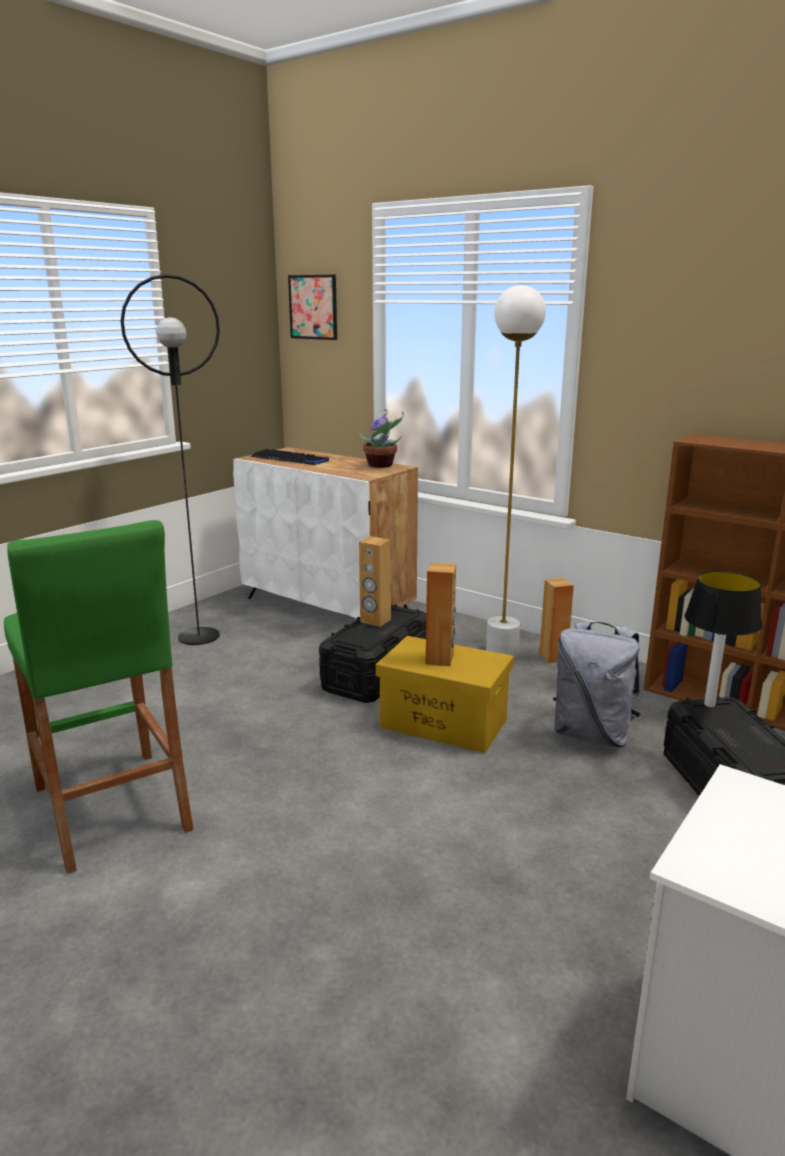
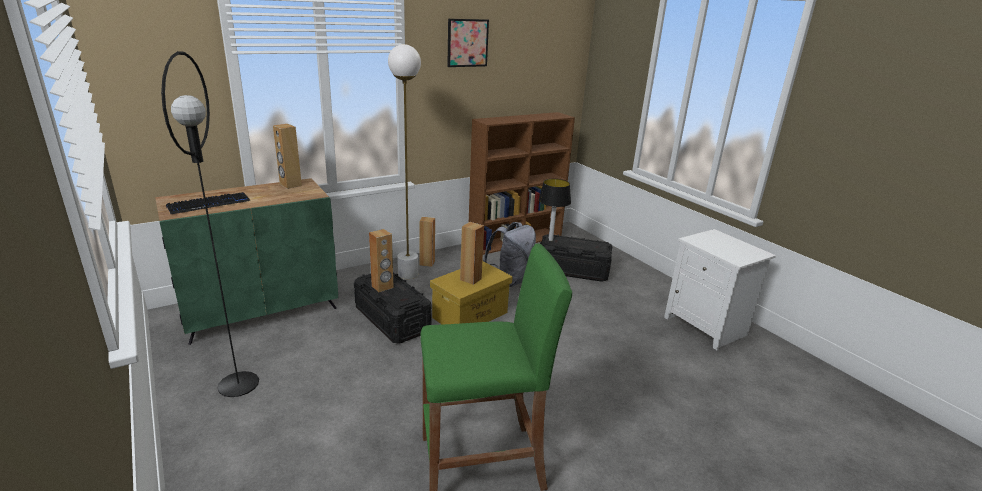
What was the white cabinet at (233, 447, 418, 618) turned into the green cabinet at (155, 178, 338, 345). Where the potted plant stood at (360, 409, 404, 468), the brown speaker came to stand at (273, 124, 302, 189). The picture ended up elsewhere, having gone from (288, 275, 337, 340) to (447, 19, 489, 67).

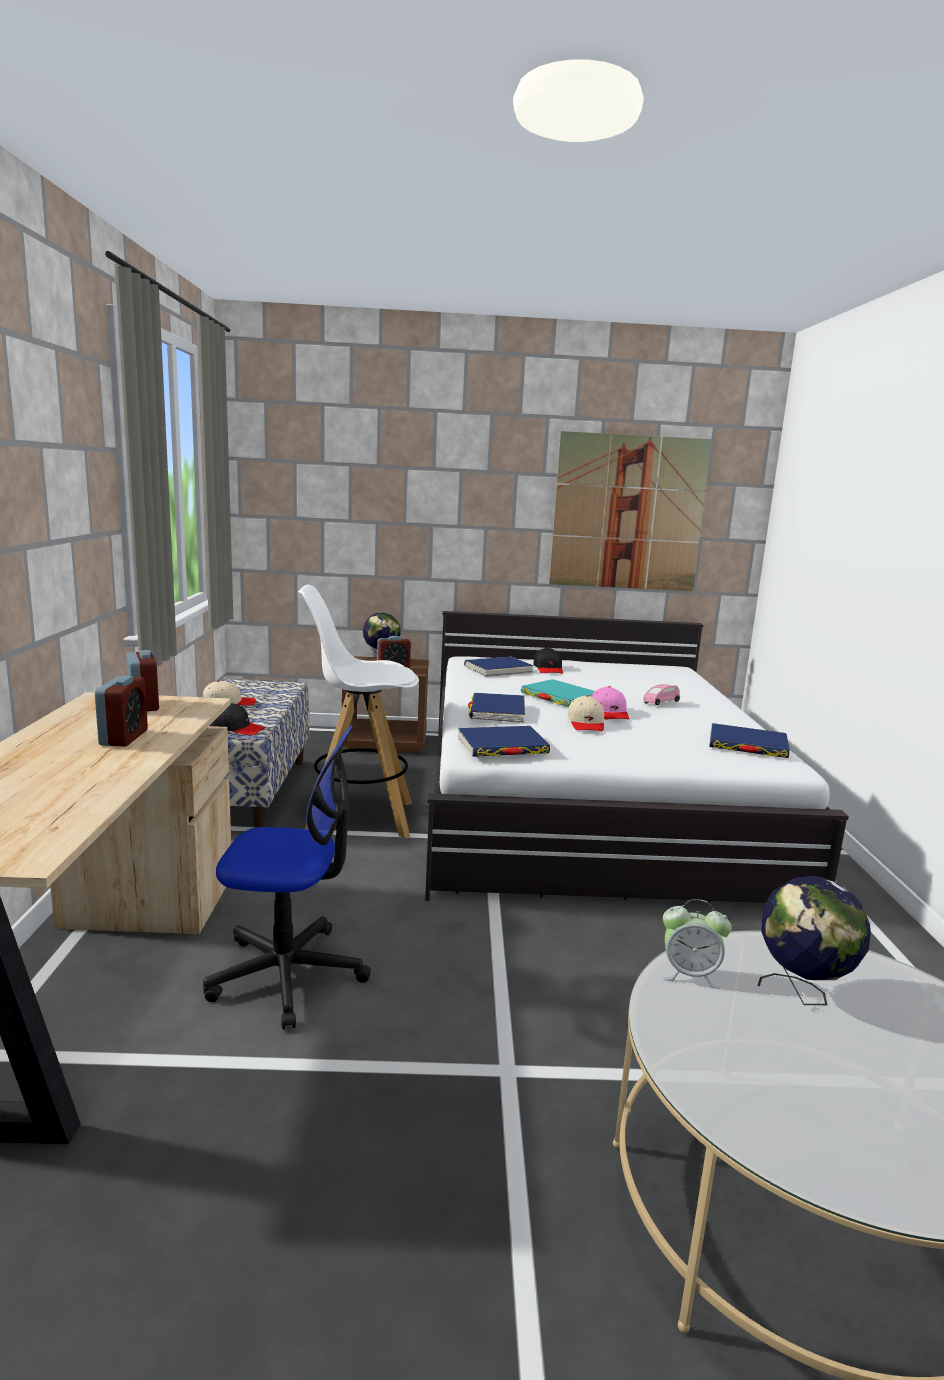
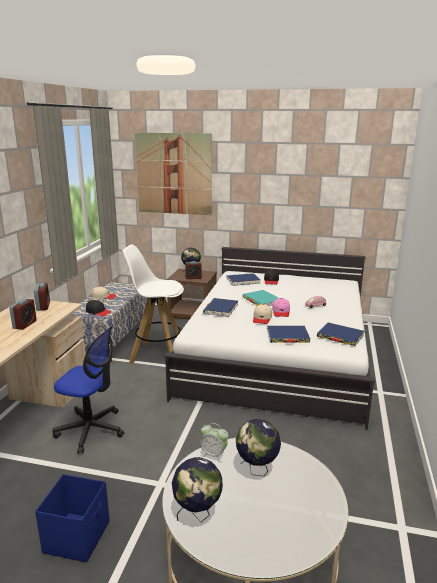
The second view gained the blue storage box at (35, 474, 110, 563). The picture ended up elsewhere, having gone from (549, 431, 712, 591) to (135, 133, 212, 215). The second view gained the globe at (172, 457, 223, 522). The blue book ended up elsewhere, having gone from (458, 726, 550, 757) to (267, 326, 310, 343).

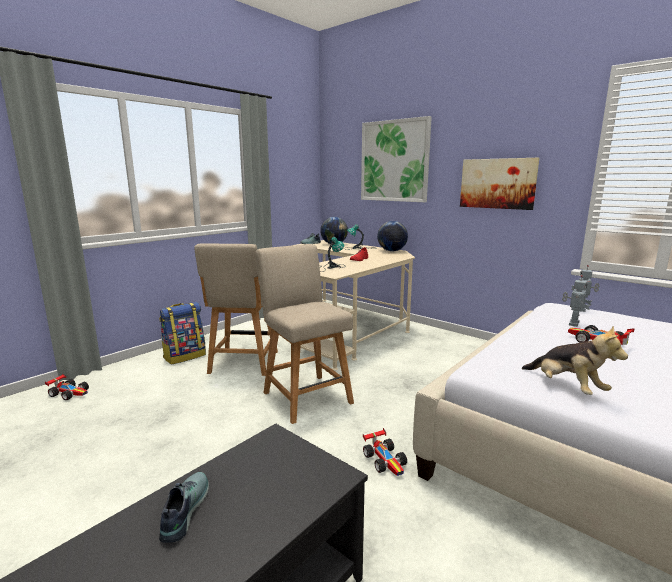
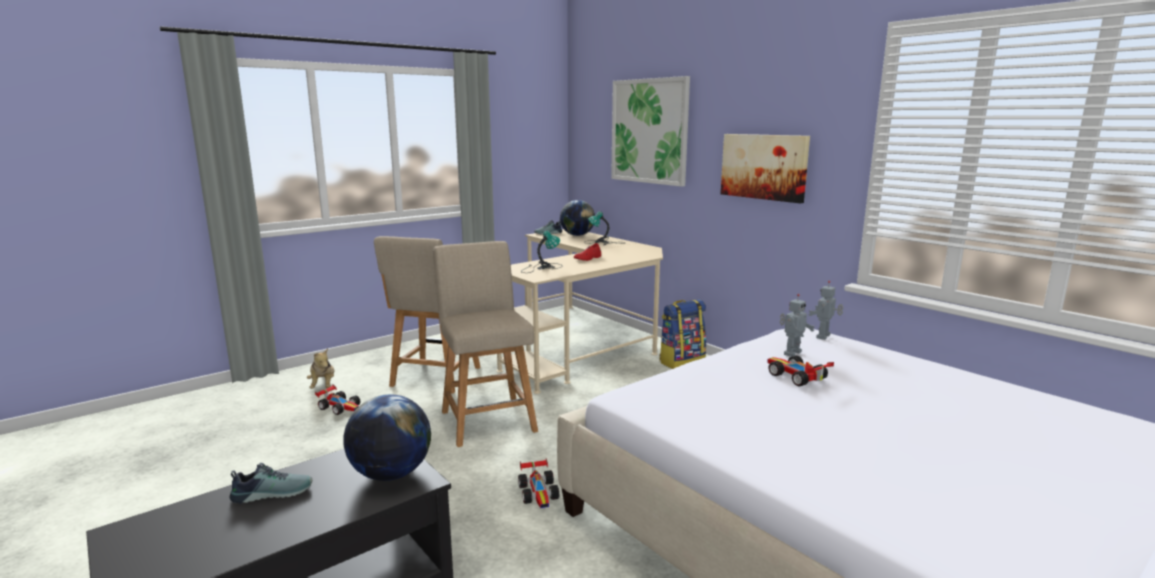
The shoe at (159, 472, 209, 543) ended up facing another way, 60 degrees clockwise from before. The plush toy ended up elsewhere, having gone from (522, 326, 628, 395) to (307, 348, 335, 389). The toy car ended up elsewhere, having gone from (45, 373, 89, 400) to (315, 384, 360, 415). The globe ended up elsewhere, having gone from (377, 221, 408, 251) to (343, 394, 431, 481). The backpack ended up elsewhere, having gone from (159, 302, 206, 365) to (659, 300, 706, 369).

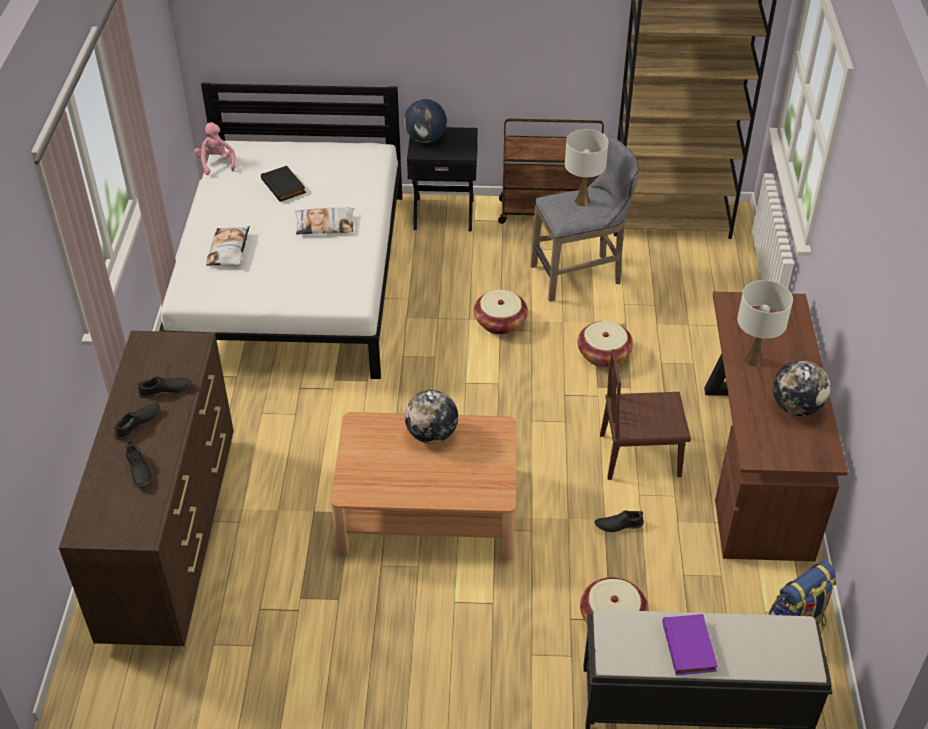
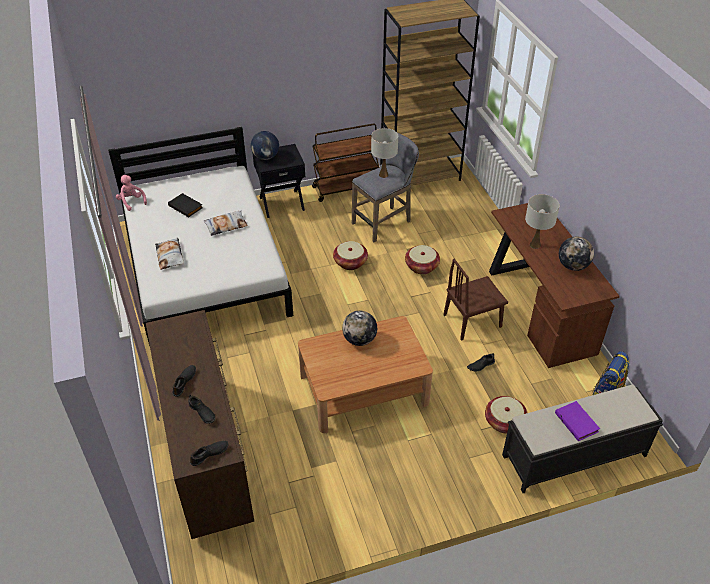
The black shoe ended up elsewhere, having gone from (138, 376, 192, 398) to (190, 441, 228, 466).

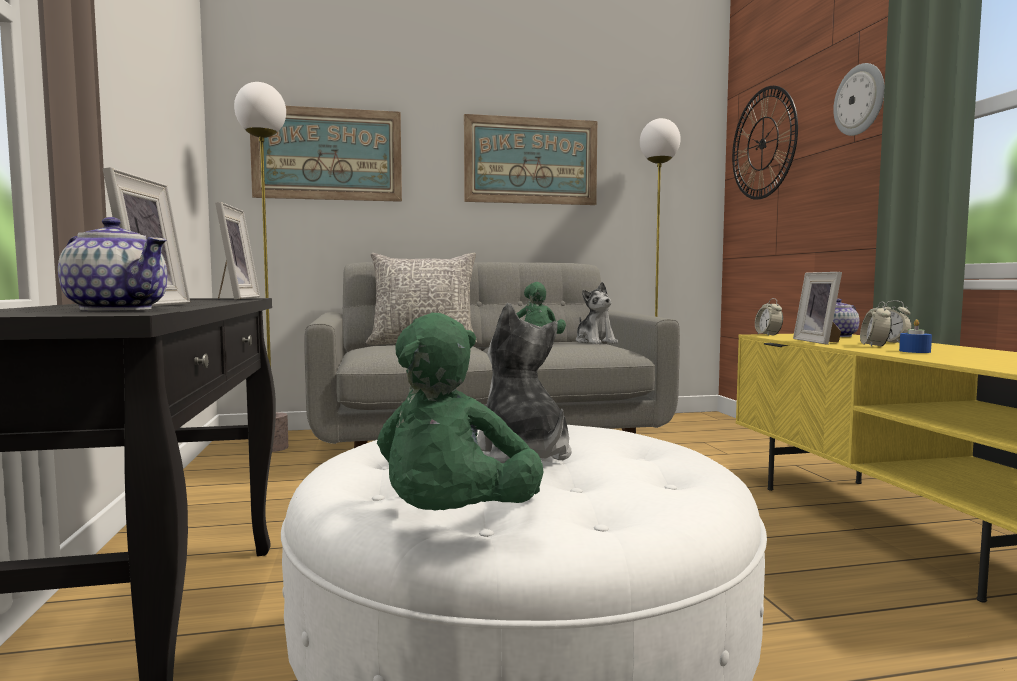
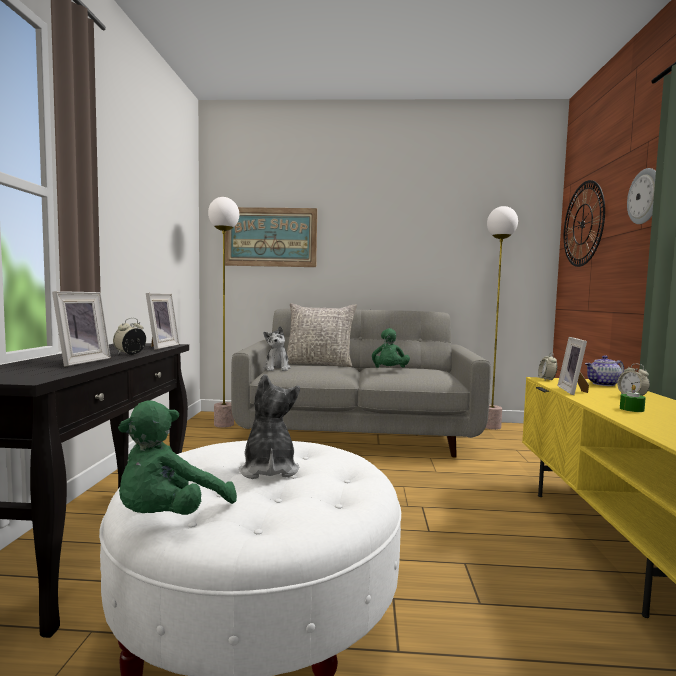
The alarm clock ended up elsewhere, having gone from (860, 302, 892, 347) to (113, 318, 146, 355). The plush toy ended up elsewhere, having gone from (576, 282, 618, 344) to (263, 326, 291, 371). What was the blue candle at (899, 319, 932, 353) turned into the green candle at (620, 385, 646, 412). The second view lost the teapot at (58, 217, 167, 311). The second view lost the picture at (464, 114, 597, 205).

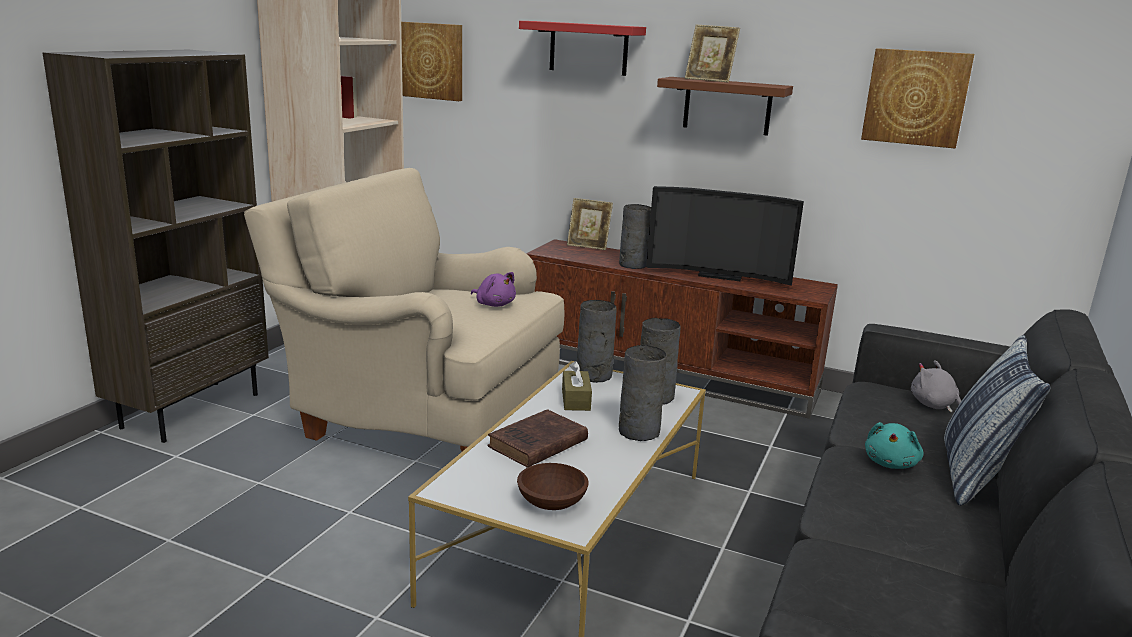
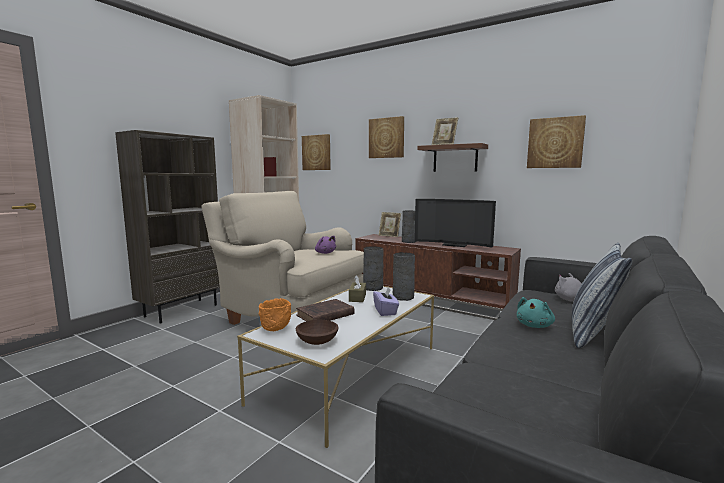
The second view gained the orange bowl at (259, 298, 291, 331). Where the red shelf hung at (519, 21, 646, 76), the picture came to hang at (369, 116, 404, 158). Where the grey vase stood at (619, 345, 667, 441), the purple tissue box came to stand at (373, 287, 399, 316).

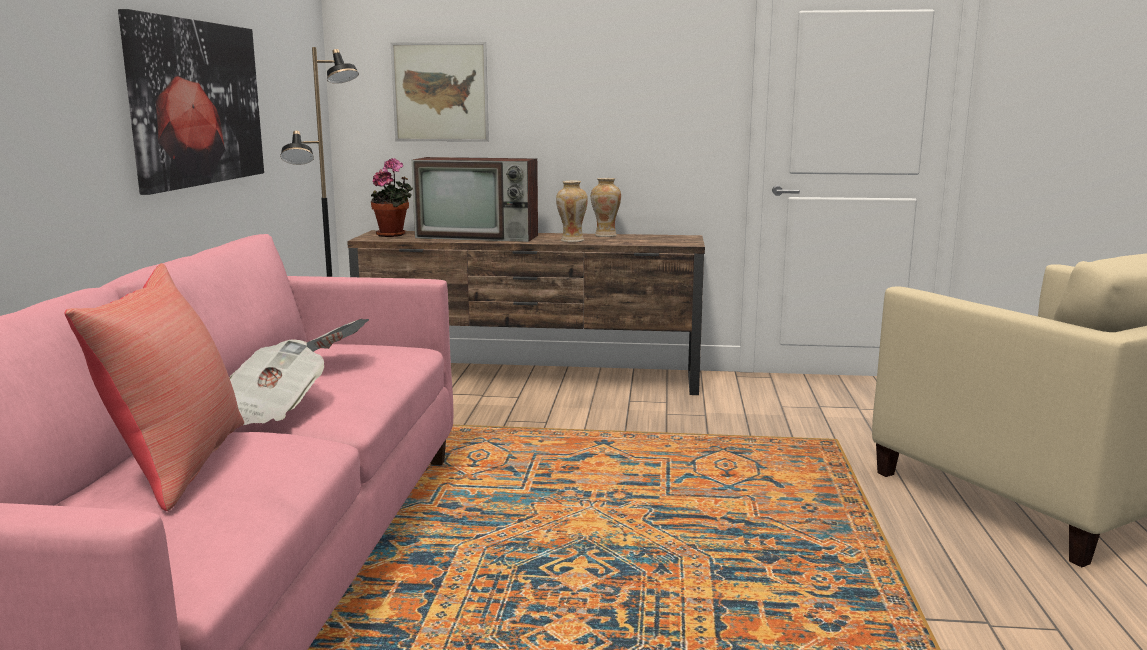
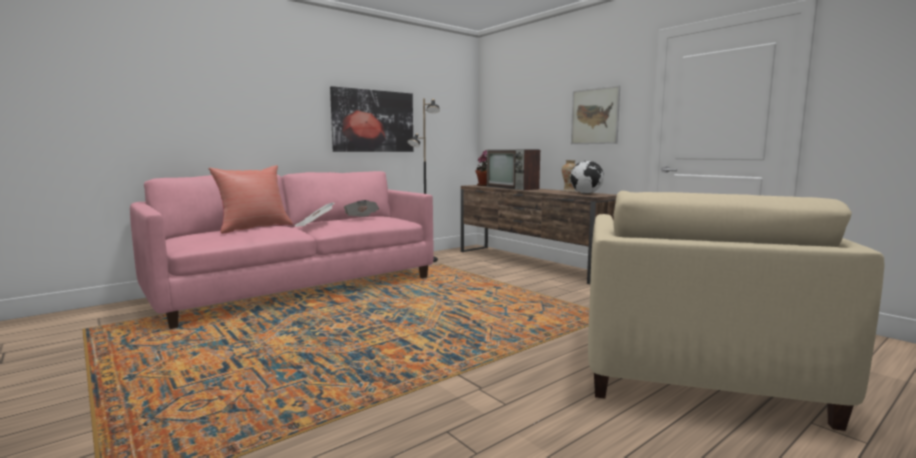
The second view gained the globe at (570, 161, 604, 194). The picture ended up elsewhere, having gone from (391, 42, 489, 142) to (571, 85, 620, 144). The second view lost the vase at (556, 181, 588, 243).

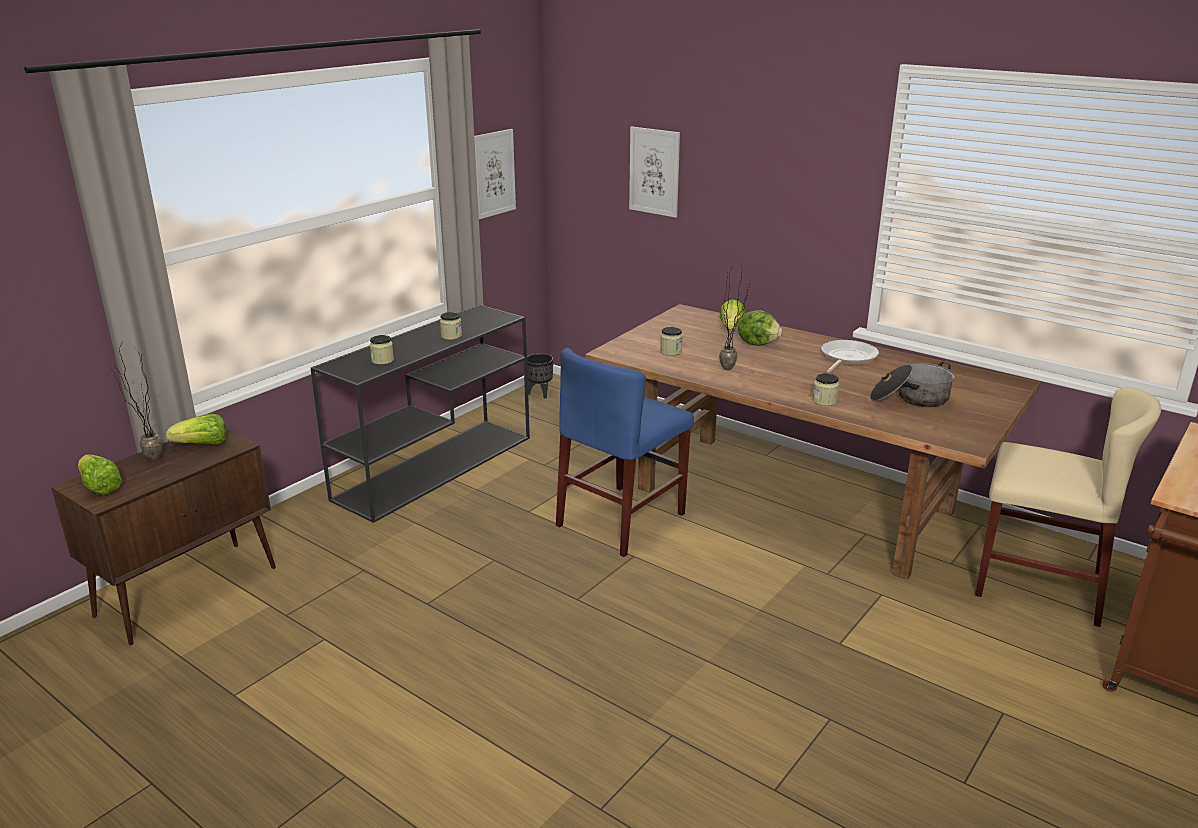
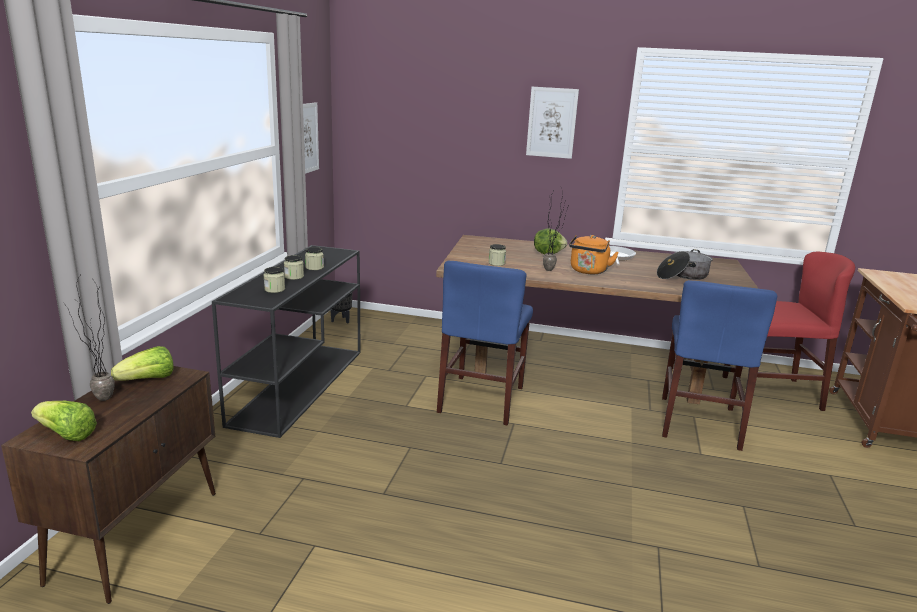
The jar ended up elsewhere, having gone from (812, 373, 839, 406) to (284, 255, 304, 280). The picture ended up elsewhere, having gone from (629, 127, 680, 218) to (526, 87, 579, 159). The second view gained the orange kettle at (569, 235, 619, 274). The second view gained the blue chair at (662, 280, 777, 451). What was the beige chair at (975, 387, 1161, 627) turned into the red chair at (722, 251, 855, 411). The second view lost the lettuce at (720, 299, 745, 330).

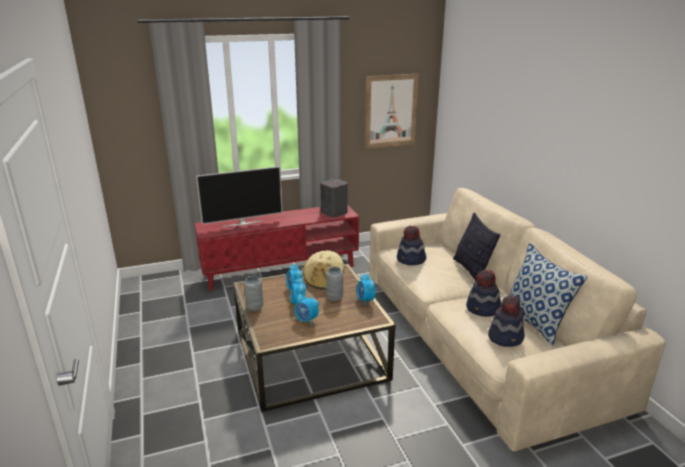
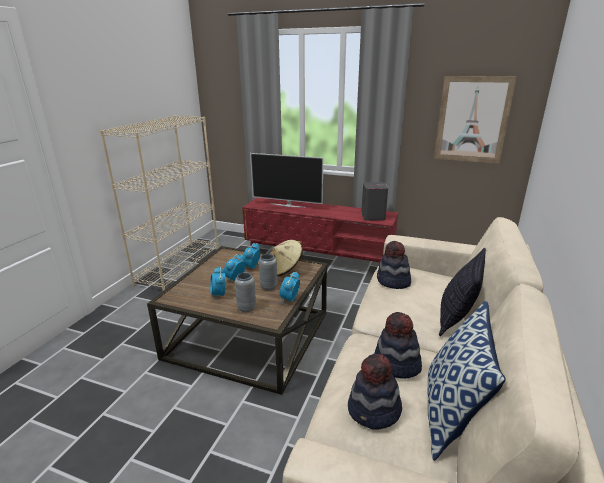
The second view gained the beige bookcase at (100, 115, 218, 291). The grey vase ended up elsewhere, having gone from (244, 276, 263, 311) to (235, 272, 256, 312).

